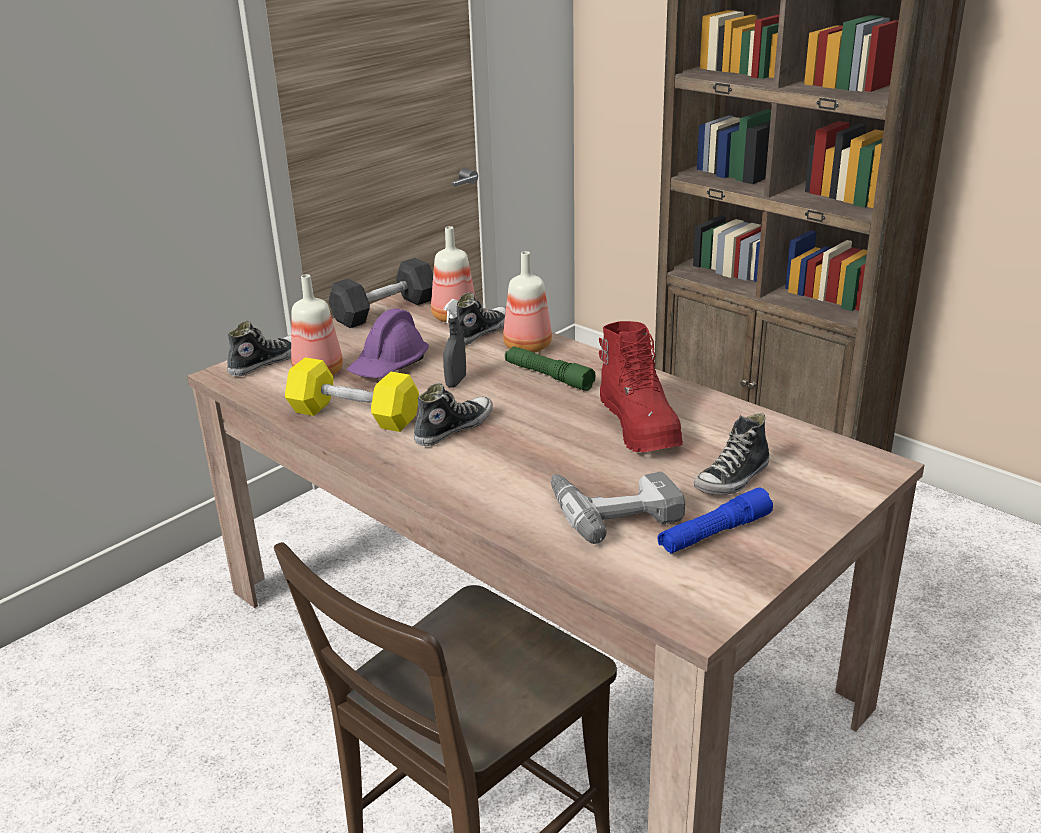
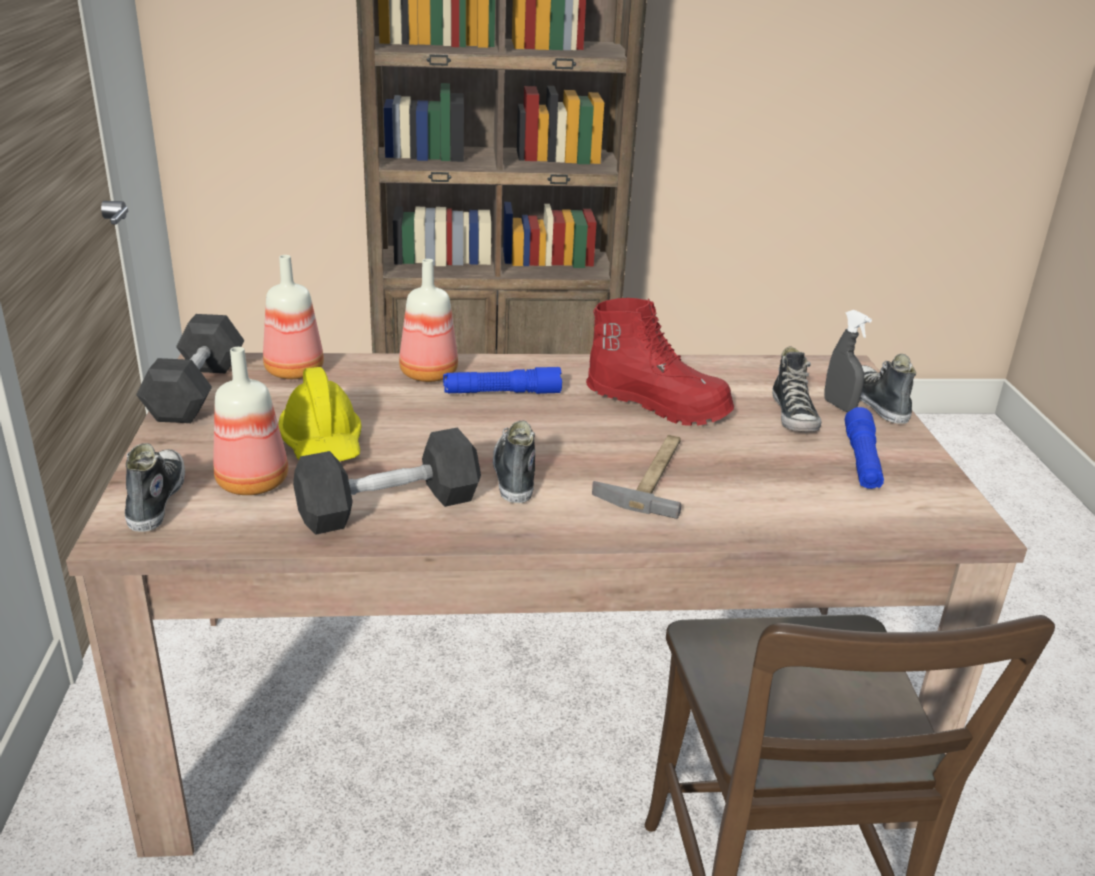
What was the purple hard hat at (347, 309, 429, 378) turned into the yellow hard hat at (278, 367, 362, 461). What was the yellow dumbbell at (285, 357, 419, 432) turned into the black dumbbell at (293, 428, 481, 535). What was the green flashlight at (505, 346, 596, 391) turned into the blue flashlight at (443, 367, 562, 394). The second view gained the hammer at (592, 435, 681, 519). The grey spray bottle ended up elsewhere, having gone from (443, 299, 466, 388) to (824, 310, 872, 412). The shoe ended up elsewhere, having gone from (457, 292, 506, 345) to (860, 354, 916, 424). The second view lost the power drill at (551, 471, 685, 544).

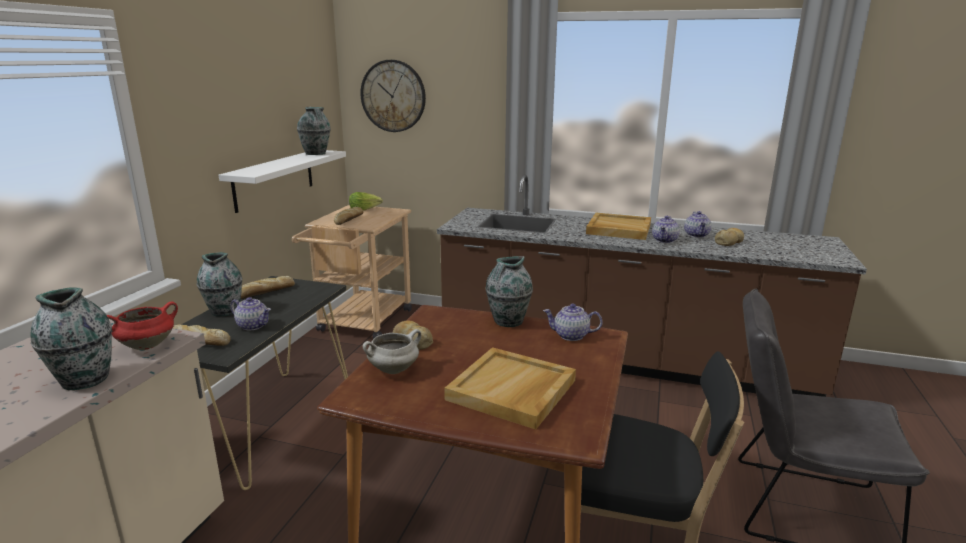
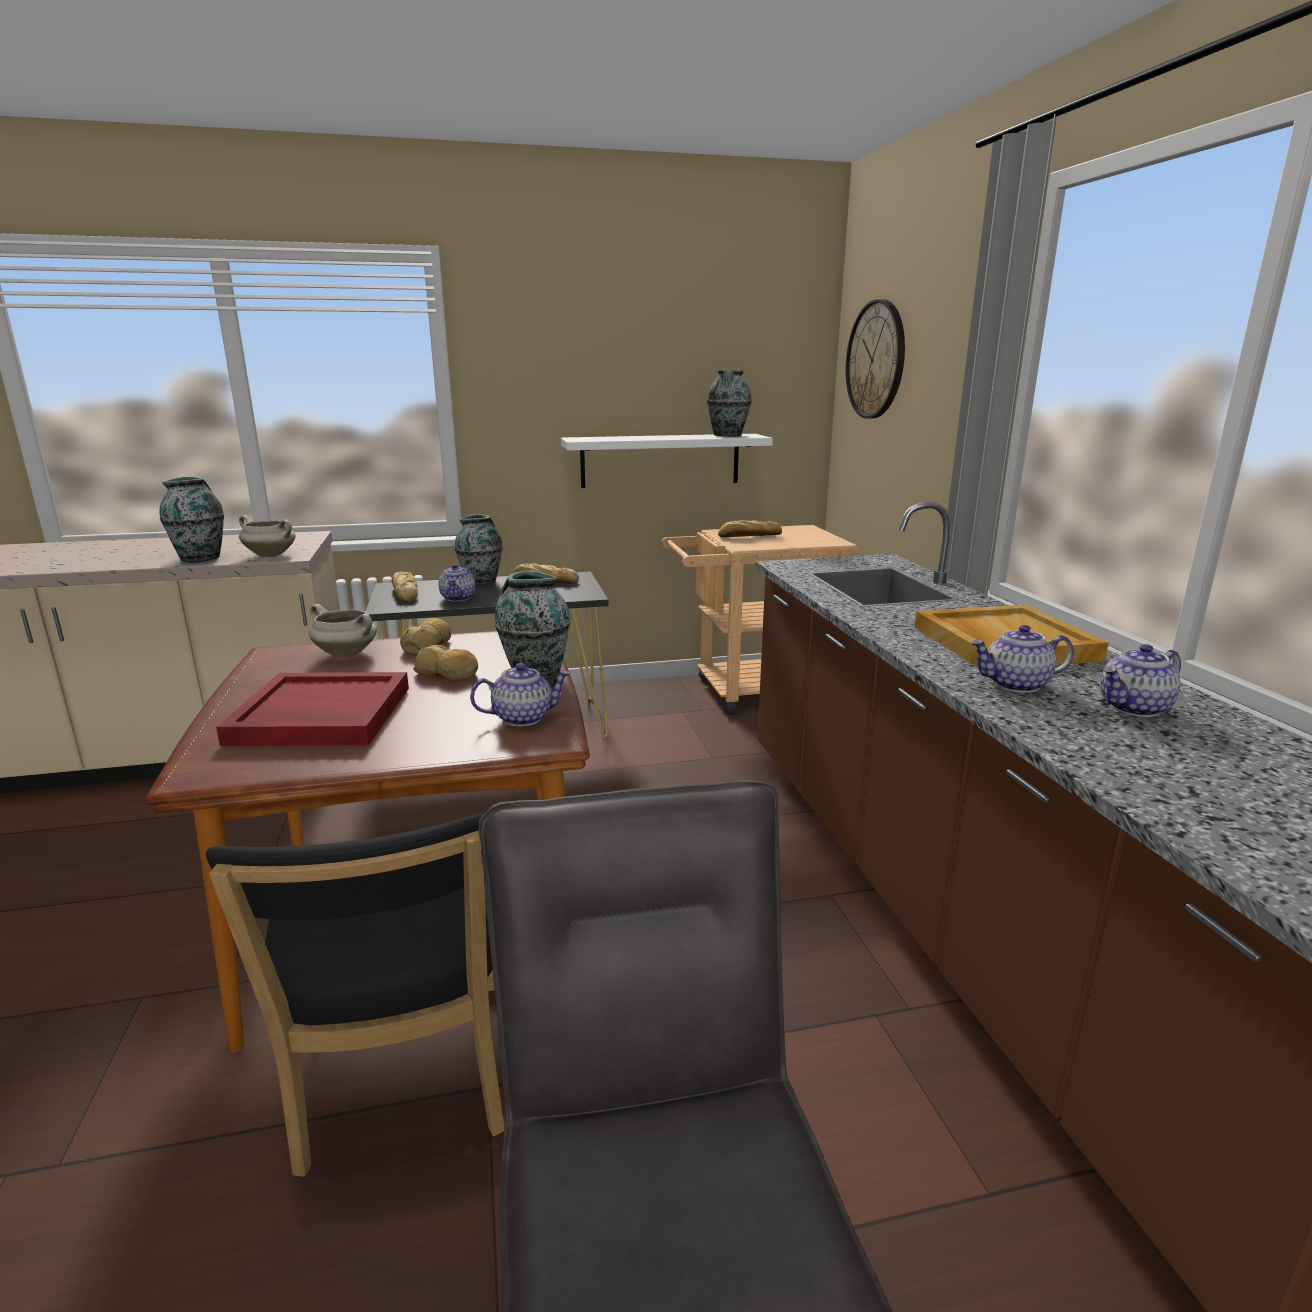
What was the beige tray at (444, 347, 576, 429) turned into the red tray at (216, 672, 409, 746). What was the red cooking pot at (107, 301, 178, 350) turned into the white cooking pot at (239, 515, 296, 557). The bread ended up elsewhere, having gone from (715, 228, 744, 246) to (413, 645, 478, 681). The teapot at (543, 303, 602, 341) ended up facing another way, 90 degrees clockwise from before. The second view lost the lettuce at (349, 192, 383, 210).

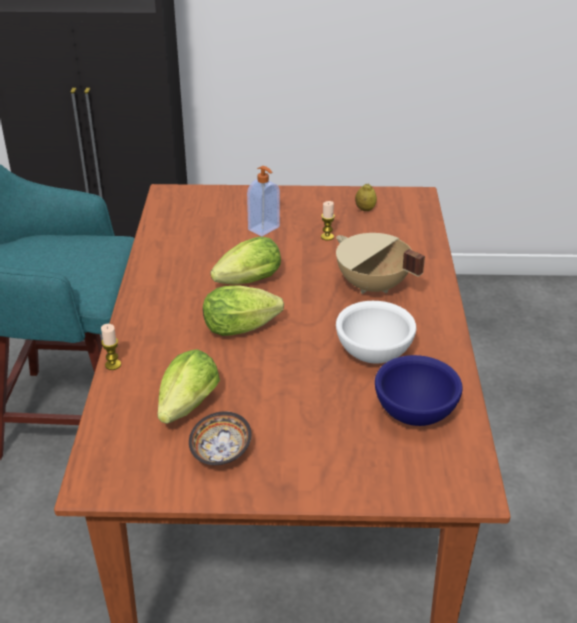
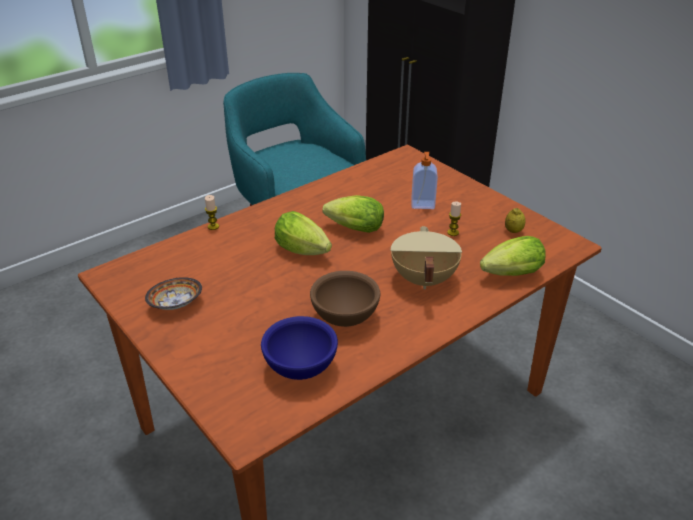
What was the white bowl at (336, 301, 416, 364) turned into the brown bowl at (310, 271, 380, 327). The lettuce ended up elsewhere, having gone from (158, 349, 220, 424) to (480, 236, 546, 276).

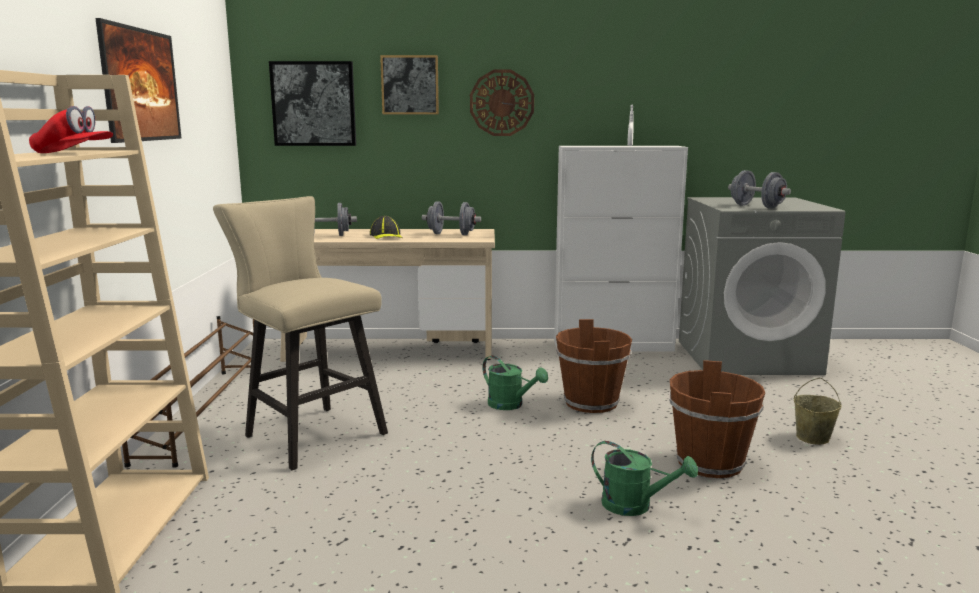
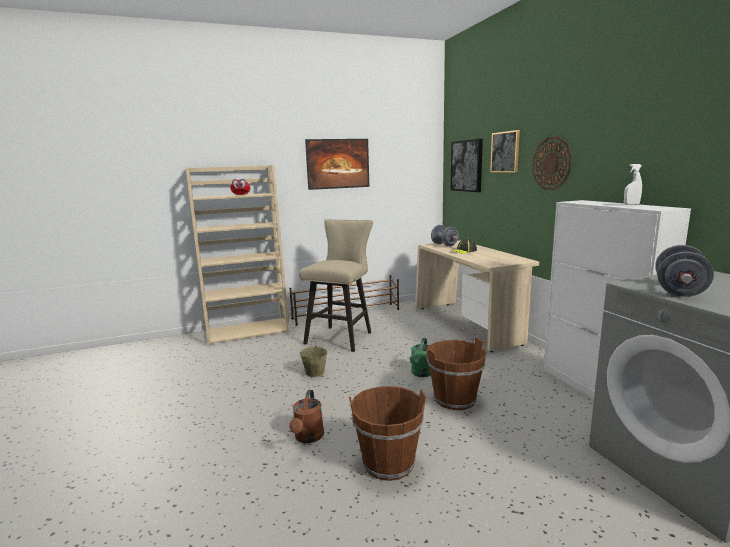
What was the green watering can at (591, 441, 698, 516) turned into the brown watering can at (289, 390, 324, 443). The beige bucket ended up elsewhere, having gone from (794, 378, 842, 445) to (300, 337, 328, 377). The second view lost the grey dumbbell at (422, 202, 481, 235).

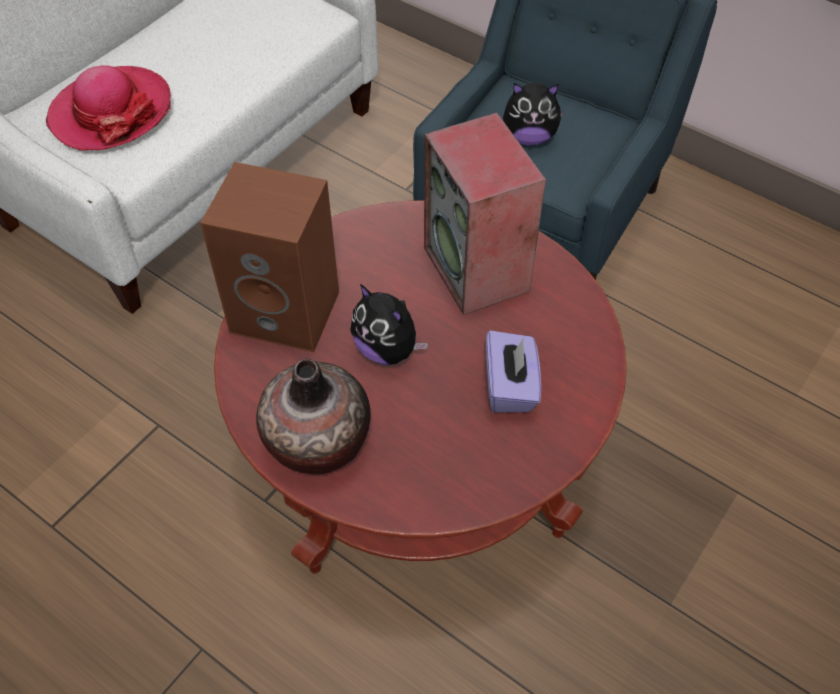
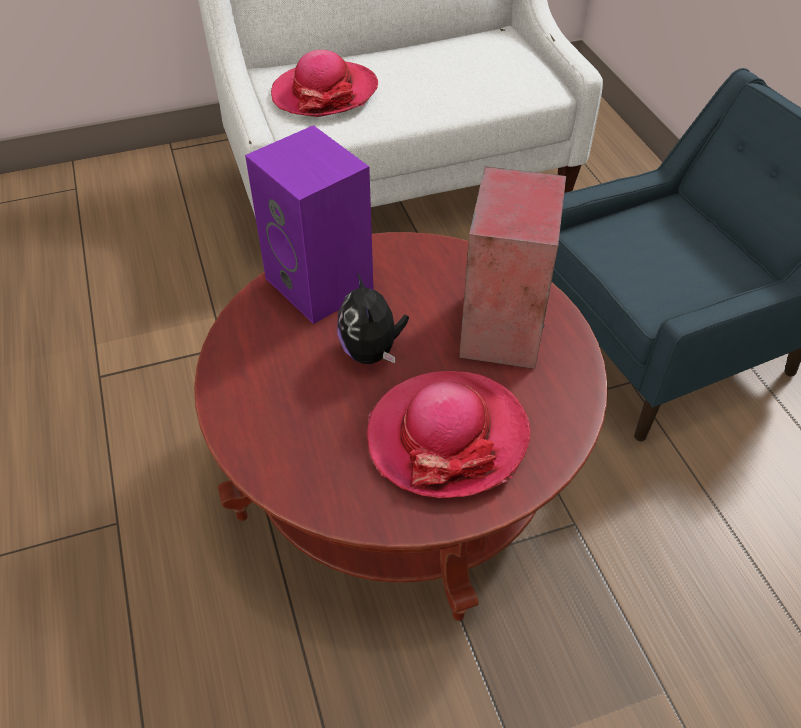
What was the brown speaker at (200, 162, 339, 352) turned into the purple speaker at (245, 125, 374, 324). Where the purple tissue box stood at (486, 331, 541, 412), the hat came to stand at (367, 371, 531, 498). The second view lost the vase at (256, 359, 371, 474). The second view lost the plush toy at (503, 83, 564, 146).

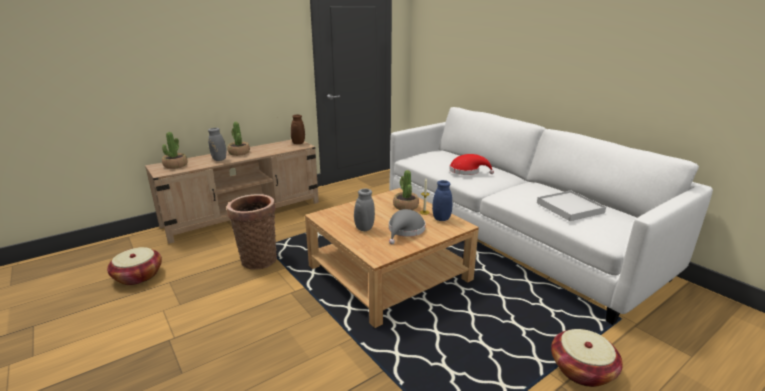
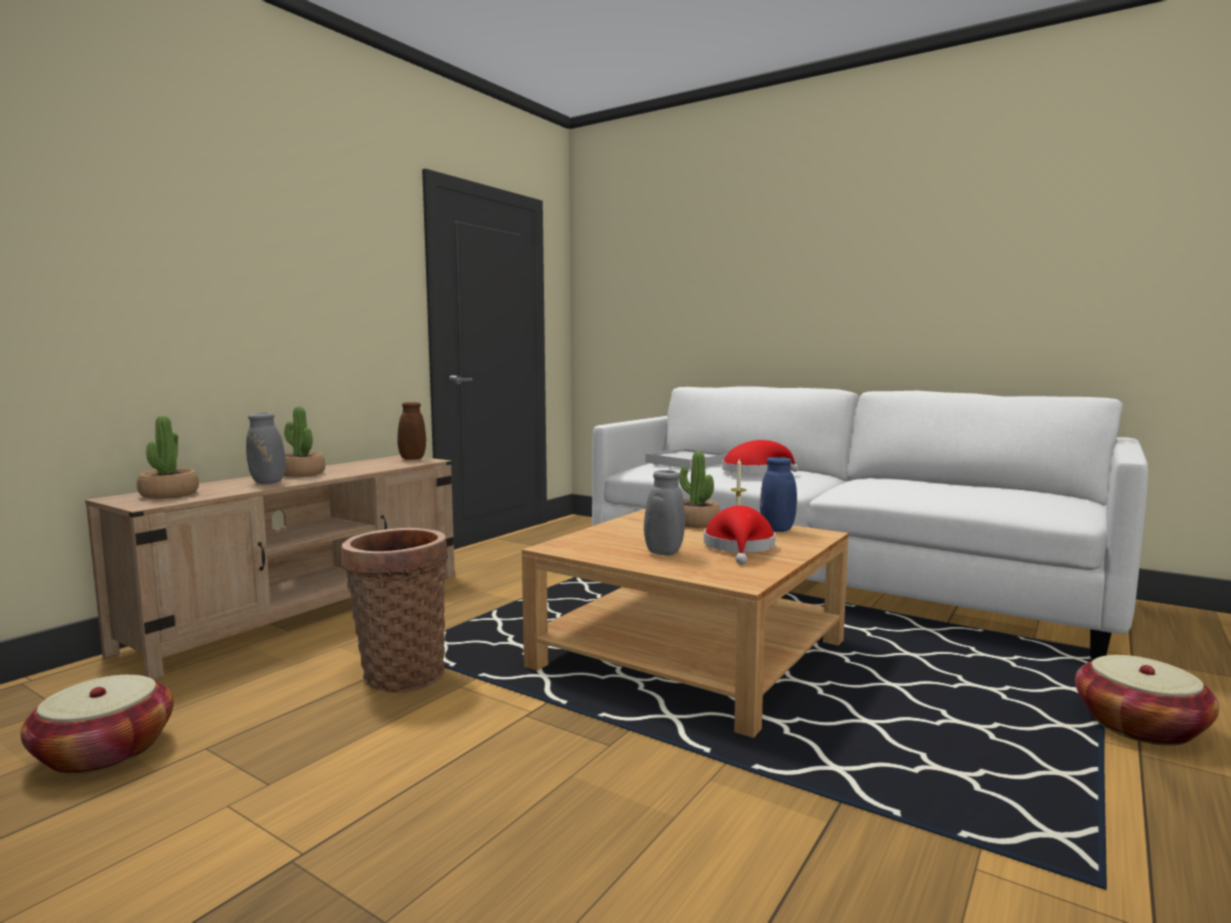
The white tray ended up elsewhere, having gone from (537, 190, 606, 221) to (645, 448, 727, 469). What was the grey hat at (389, 209, 426, 245) turned into the red hat at (704, 506, 775, 565).

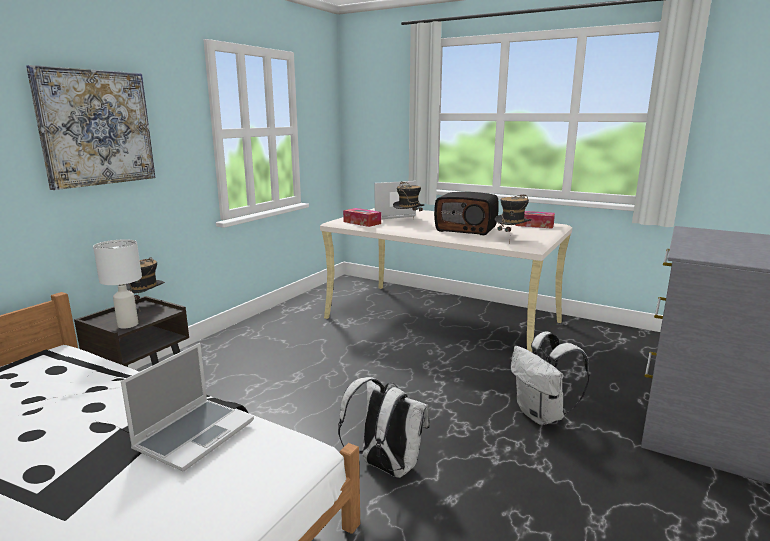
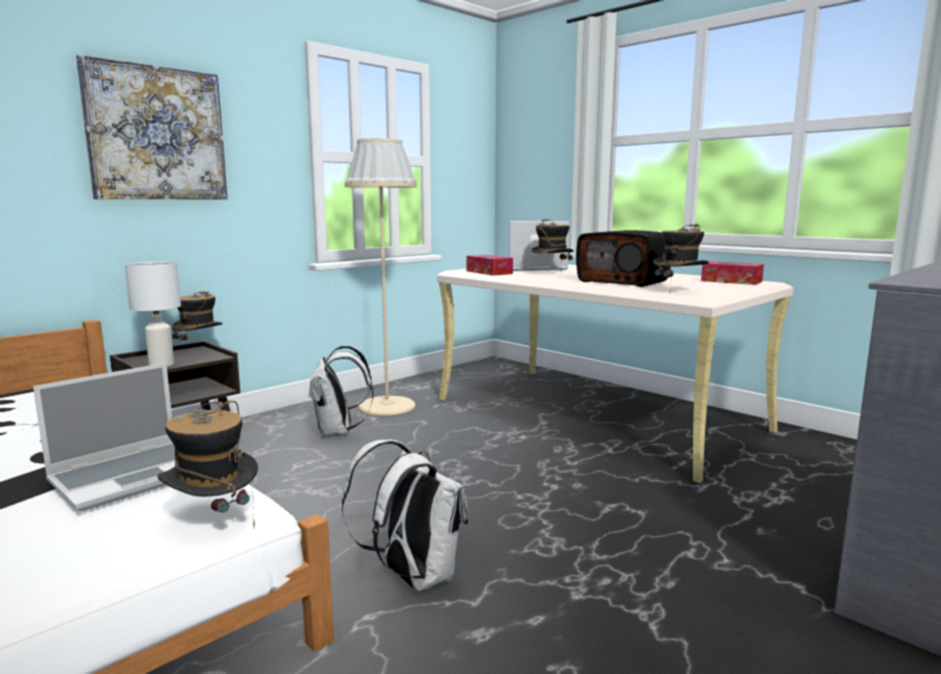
The second view gained the hat at (157, 401, 258, 528). The white backpack ended up elsewhere, having gone from (511, 332, 590, 425) to (308, 345, 374, 438). The second view gained the beige floor lamp at (345, 138, 417, 416).

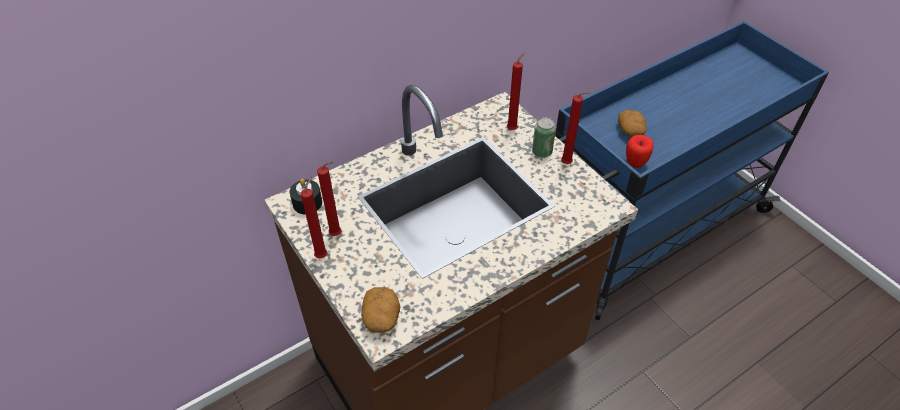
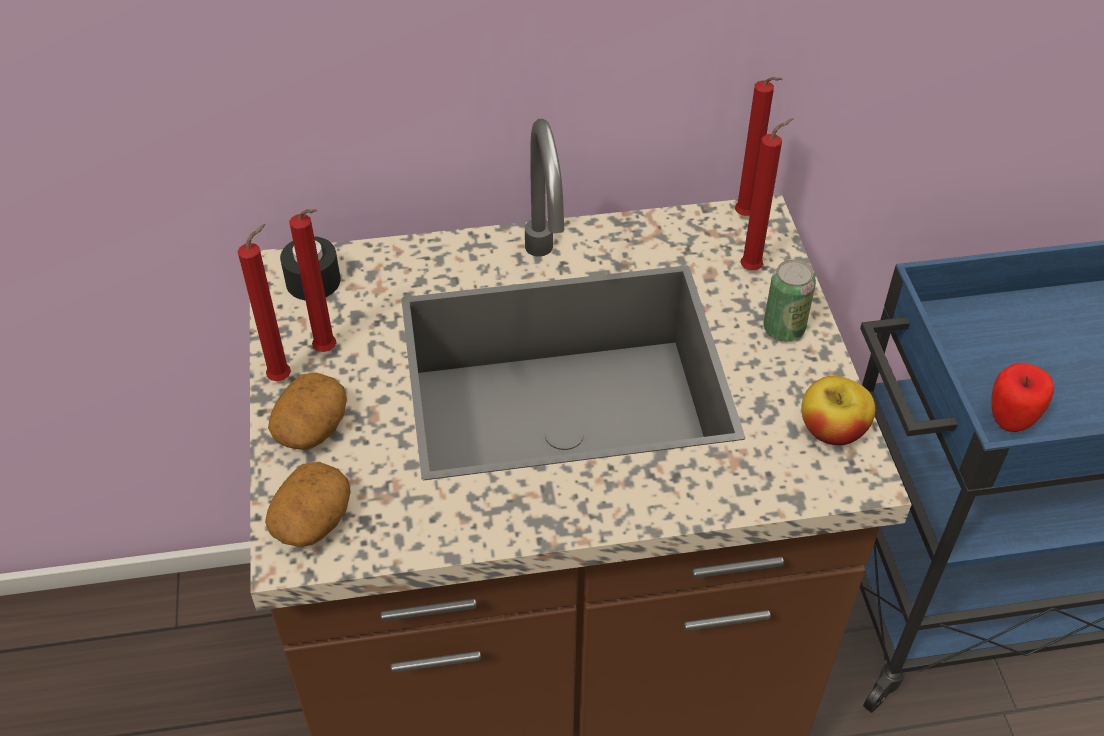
The potato ended up elsewhere, having gone from (618, 110, 646, 137) to (268, 372, 347, 450). The red candle ended up elsewhere, having gone from (561, 92, 590, 164) to (735, 77, 782, 216). The second view gained the apple at (801, 376, 875, 445).

